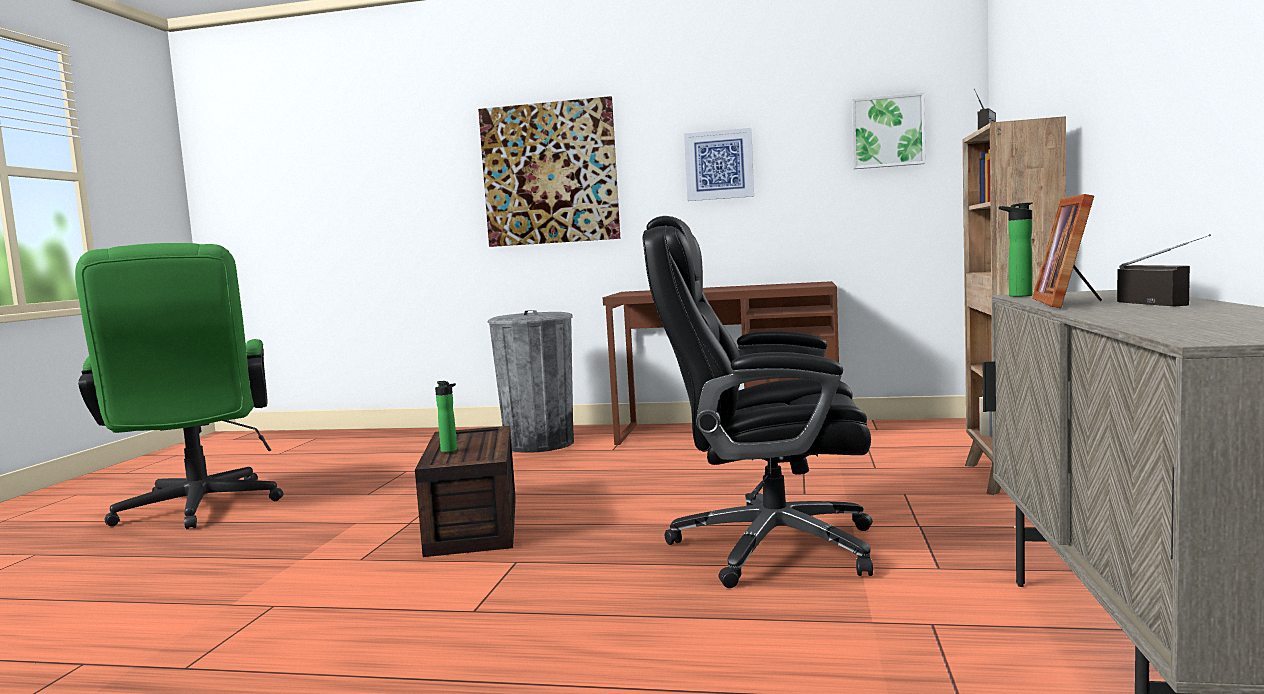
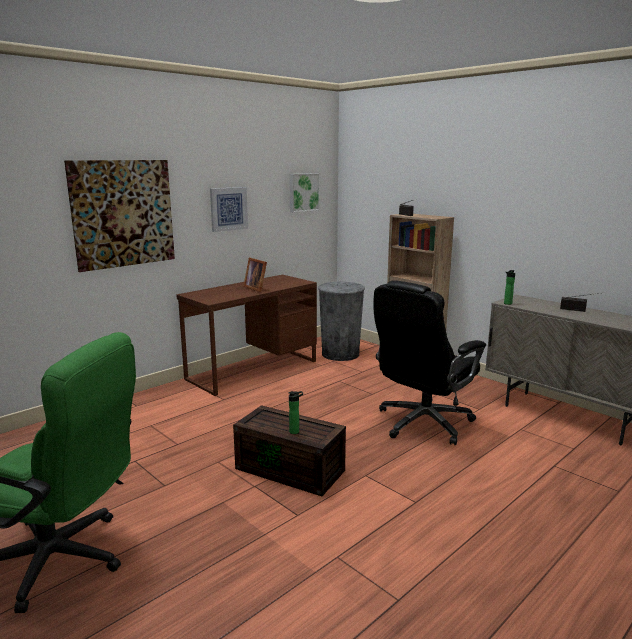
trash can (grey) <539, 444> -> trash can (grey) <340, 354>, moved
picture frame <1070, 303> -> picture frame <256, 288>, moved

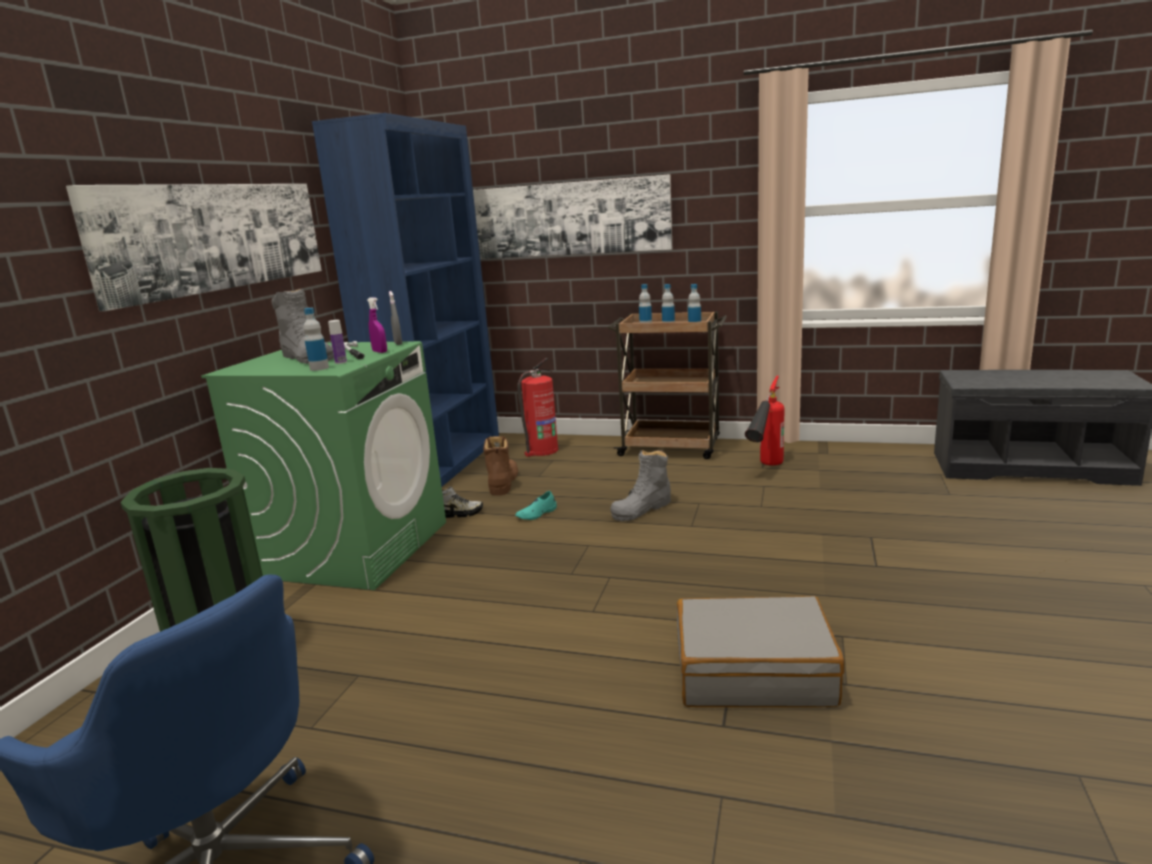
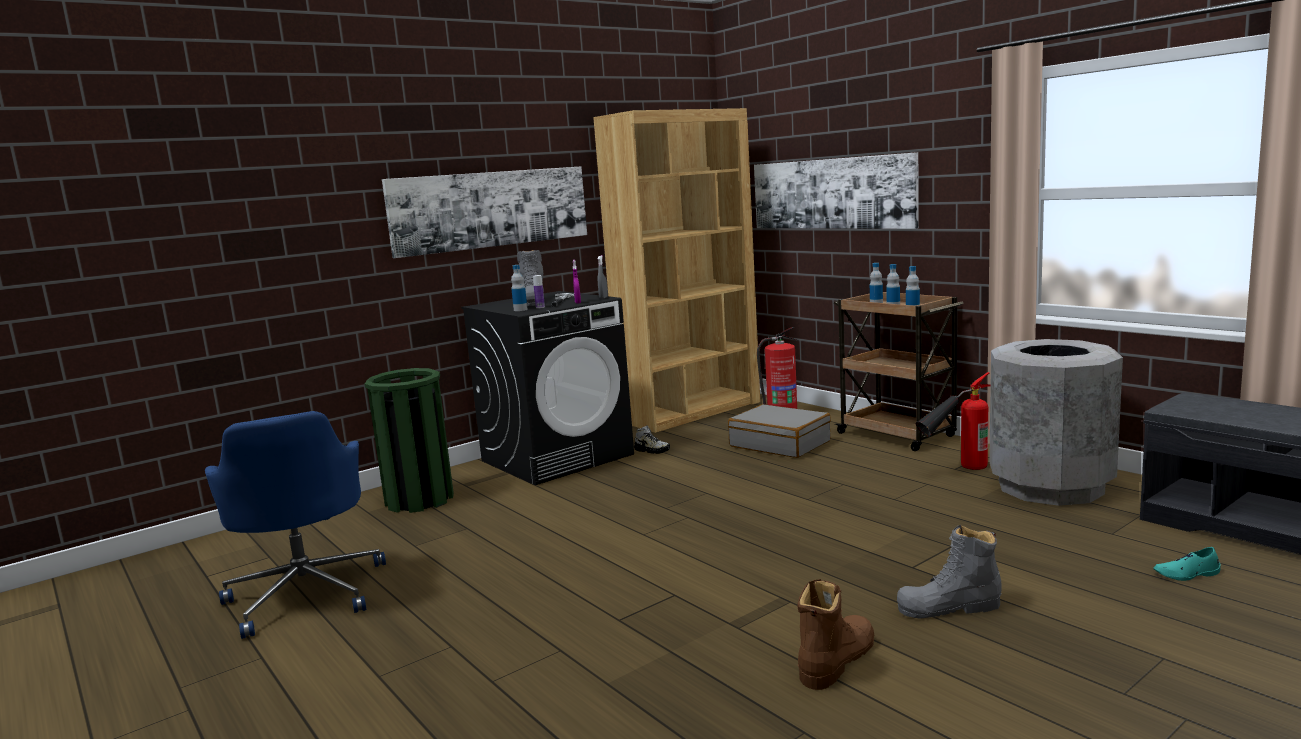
none -> trash can (grey) <1050, 486>
boot (brown) <503, 482> -> boot (brown) <836, 660>, moved
shoe (turquoise) <536, 514> -> shoe (turquoise) <1186, 574>, moved
boot (grey) <642, 509> -> boot (grey) <949, 607>, moved
suitcase (grey) <753, 671> -> suitcase (grey) <780, 444>, moved
washing machine (green) <355, 548> -> washing machine (black) <557, 457>
bookcase (blue) <441, 463> -> bookcase (brown) <691, 411>

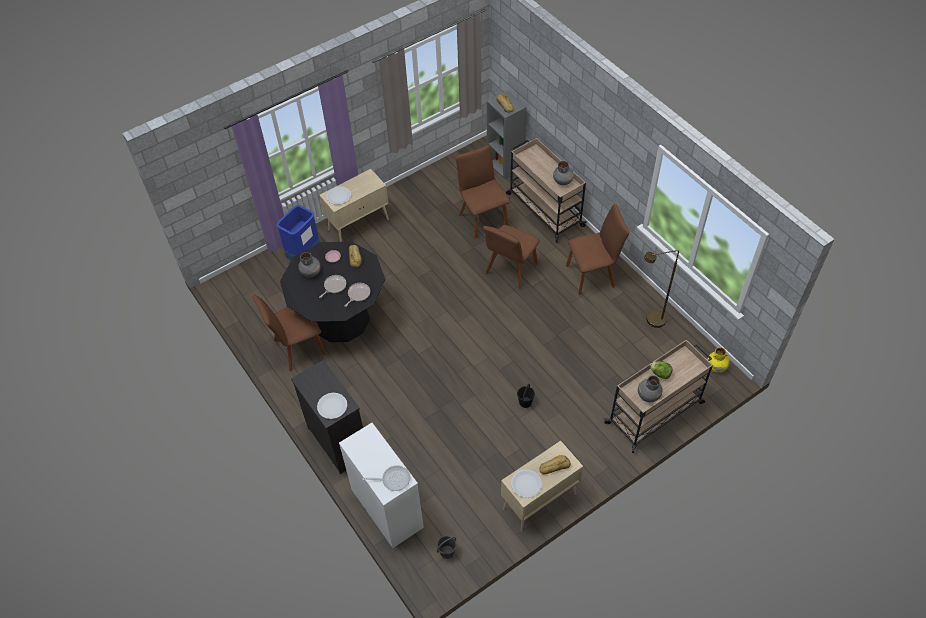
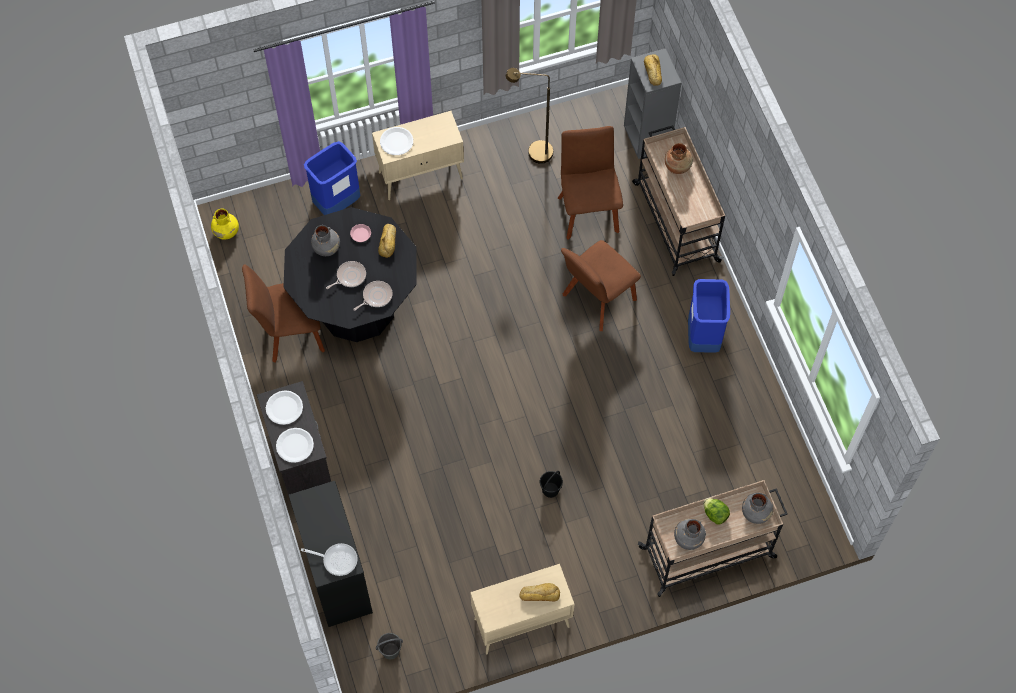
none -> vase (brown) <677, 166>
plate (white) <526, 484> -> plate (white) <284, 408>, moved
vase (grey) <563, 181> -> vase (grey) <756, 512>, moved
floor lamp (brown) <651, 321> -> floor lamp (brown) <533, 153>, moved
vase (yellow) <716, 366> -> vase (yellow) <226, 232>, moved
chair (brown) <593, 275> -> trash can (blue) <703, 337>
dresser (white) <387, 508> -> dresser (black) <337, 576>

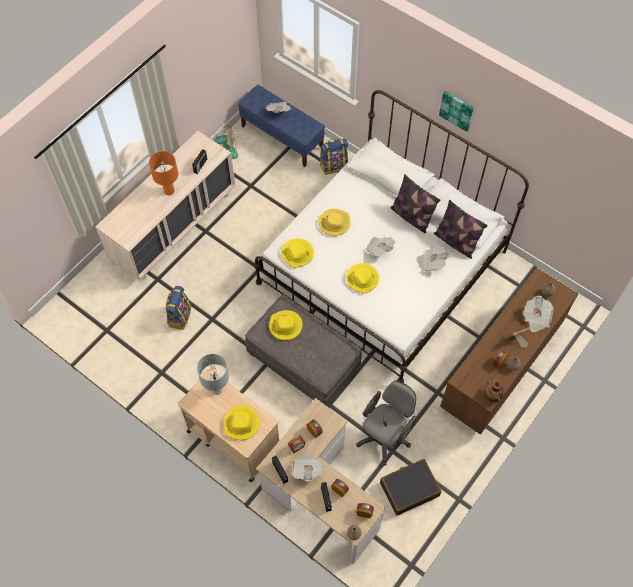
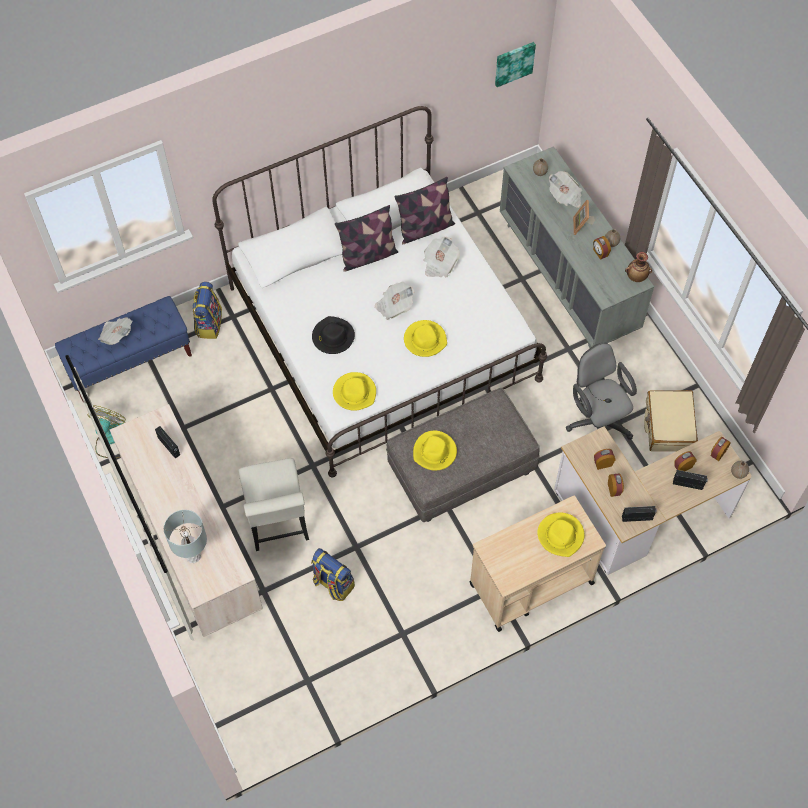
table lamp (orange) <169, 191> -> none
newspaper <307, 469> -> none
none -> chair (white) <278, 526>
table lamp (grey) <217, 389> -> table lamp (grey) <193, 556>, moved
picture <457, 110> -> picture <514, 63>, moved
hat (yellow) <334, 223> -> hat (black) <333, 337>
suitcase (black) <409, 489> -> suitcase (beige) <668, 425>
dresser (brown) <500, 368> -> dresser (grey) <568, 277>

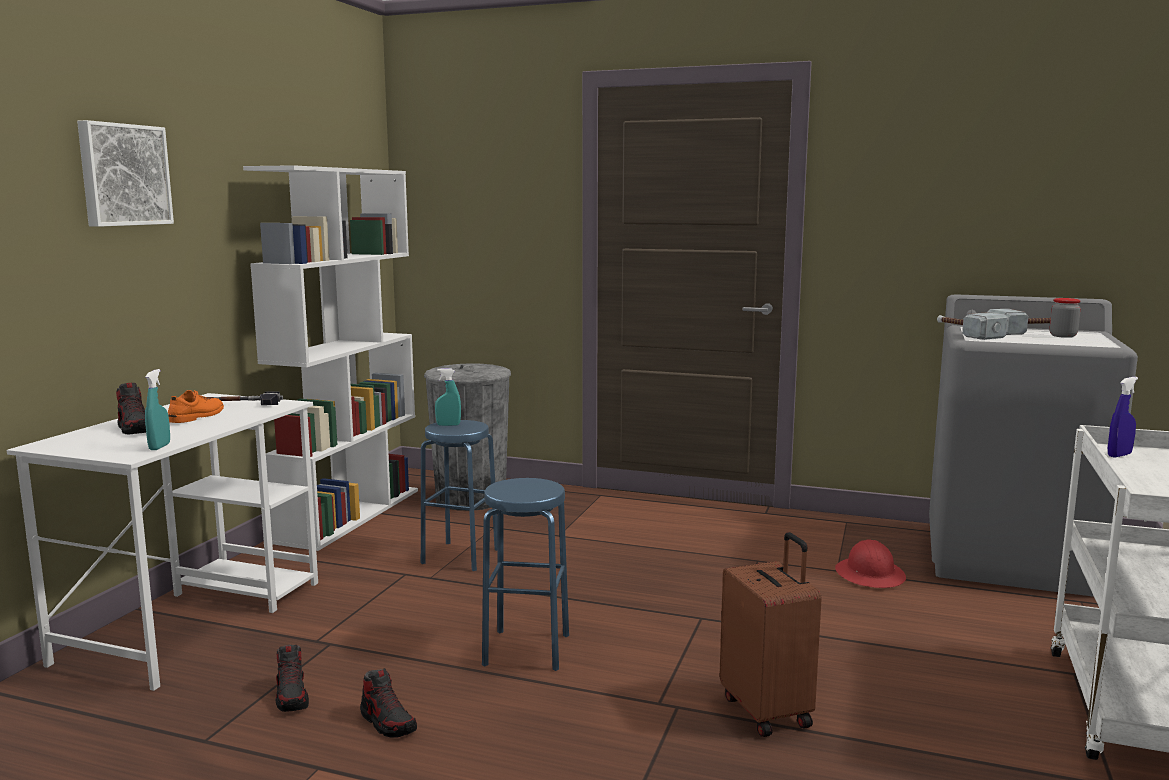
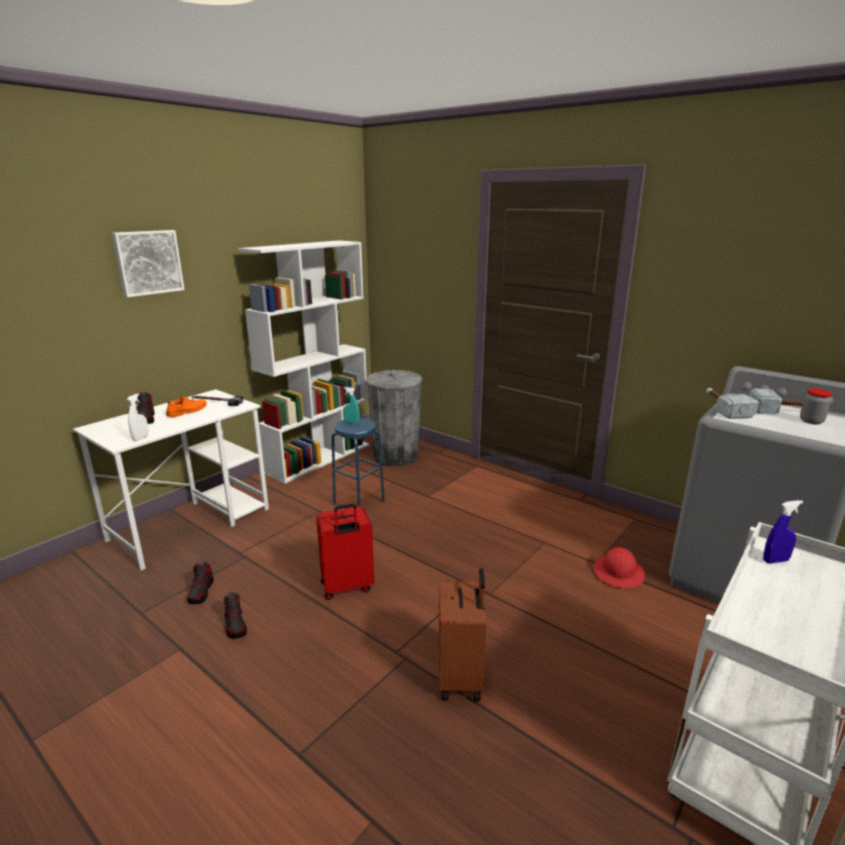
stool (blue) <526, 650> -> suitcase (red) <347, 587>
spray bottle (turquoise) <159, 447> -> spray bottle (white) <141, 438>

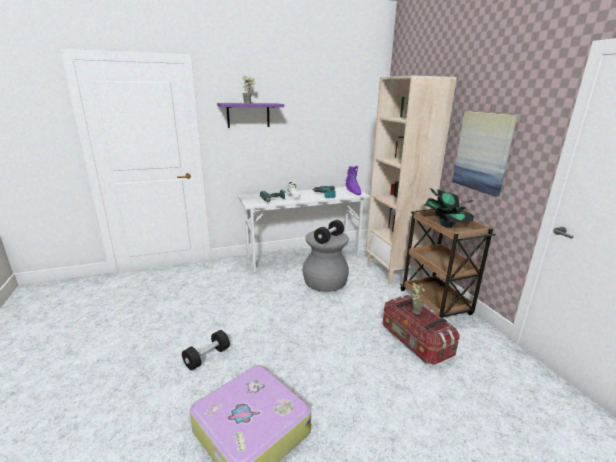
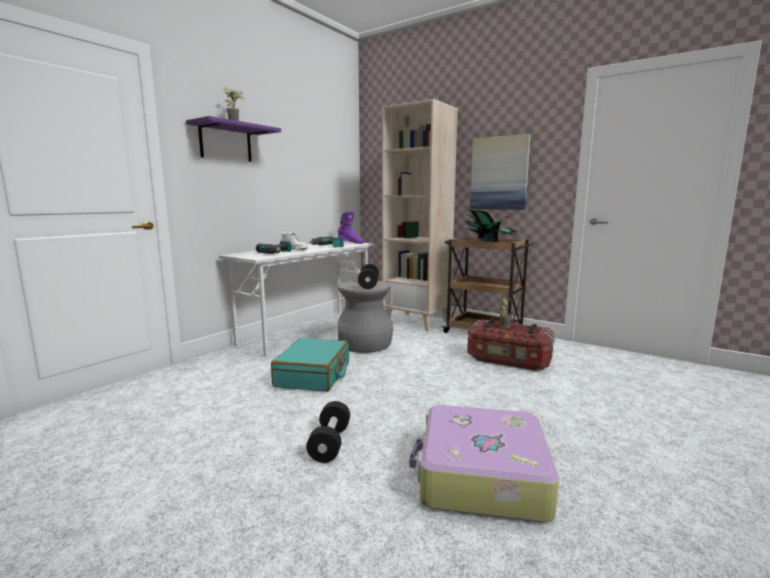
none -> suitcase (turquoise) <314, 375>

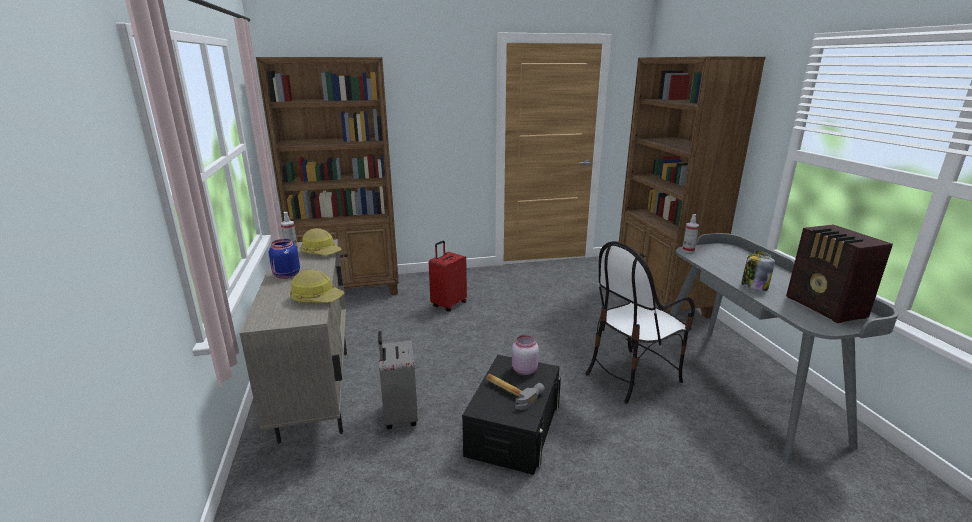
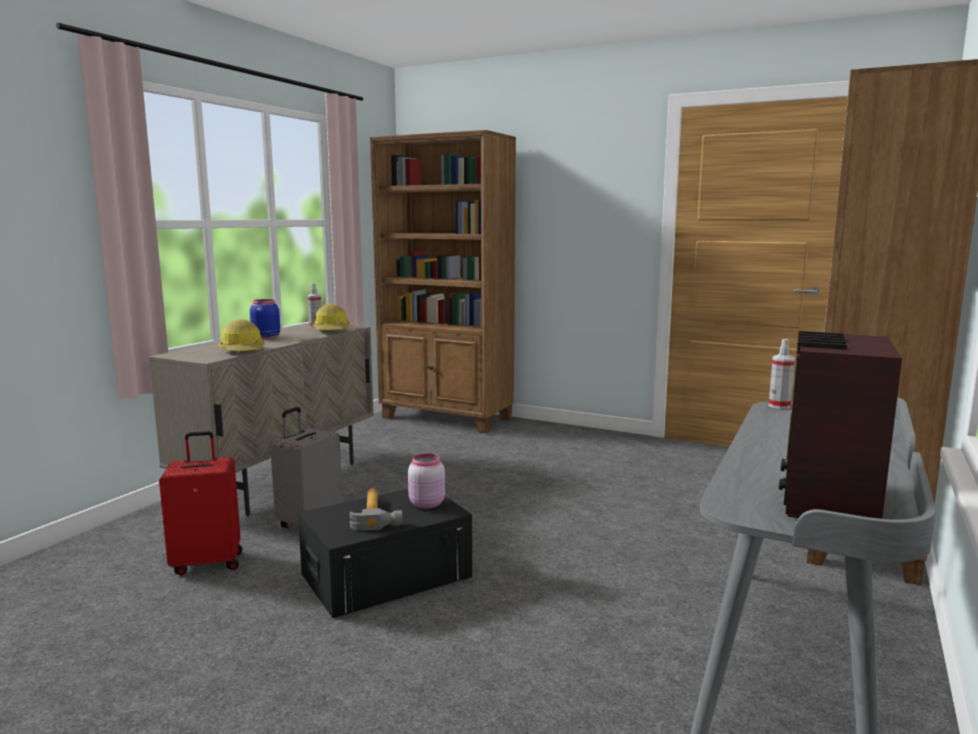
chair <631, 375> -> none
jar <754, 286> -> none
suitcase (red) <448, 304> -> suitcase (red) <208, 562>, moved

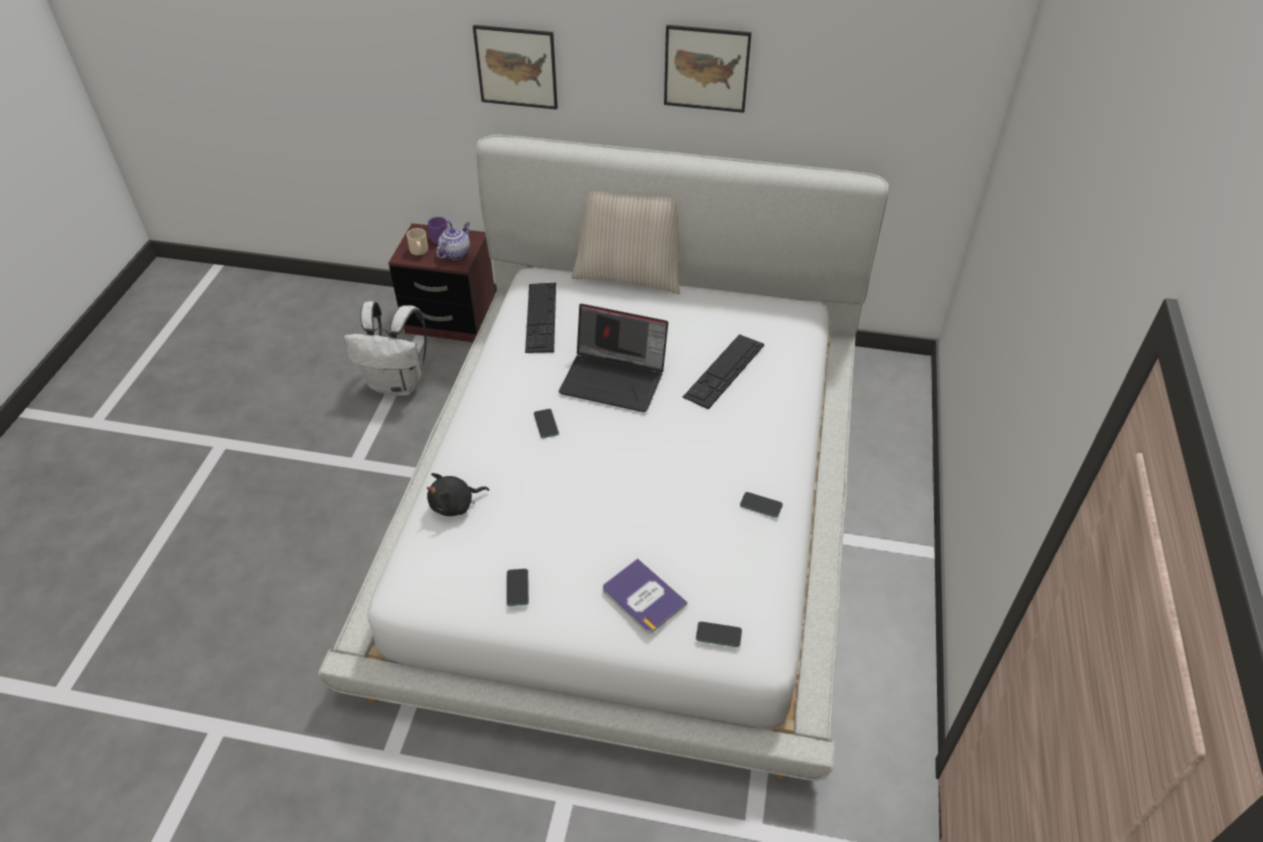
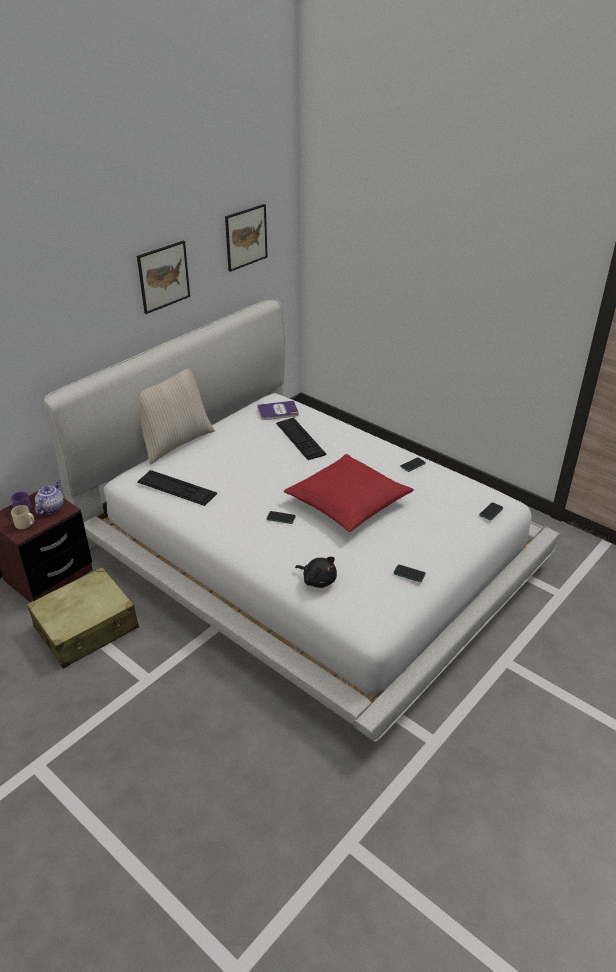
laptop <615, 379> -> none
none -> pillow (red) <347, 502>
picture <516, 67> -> picture <246, 237>, moved
book <643, 597> -> book <278, 411>, moved
backpack (white) <398, 384> -> suitcase (beige) <87, 628>
plush toy (black) <455, 505> -> plush toy (black) <318, 580>, 60 degrees counterclockwise
teapot <455, 253> -> teapot <51, 508>, 45 degrees clockwise

